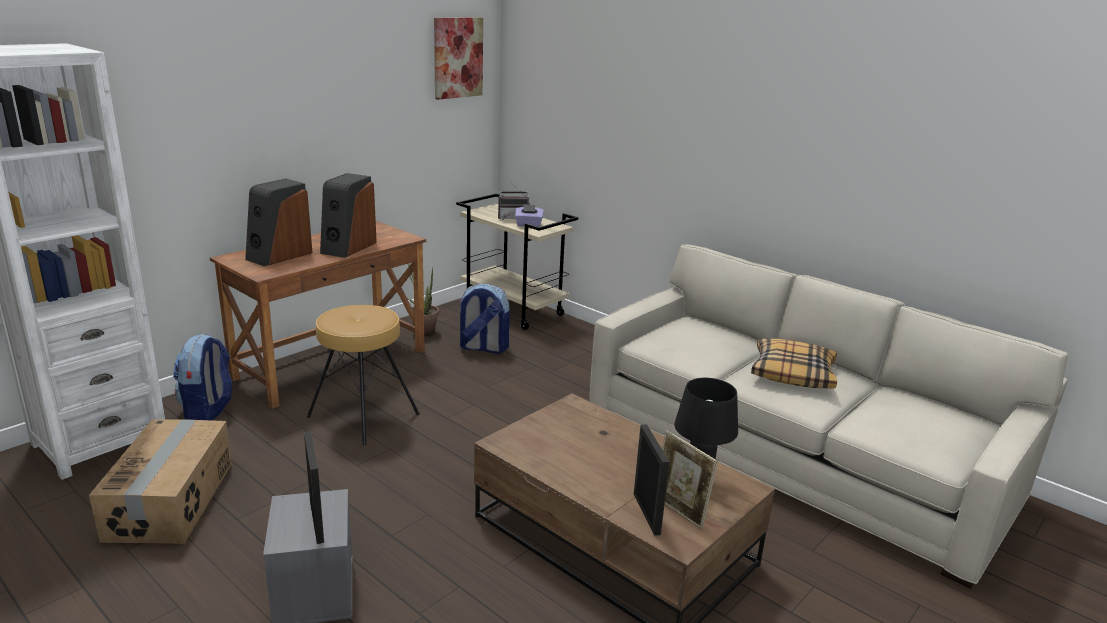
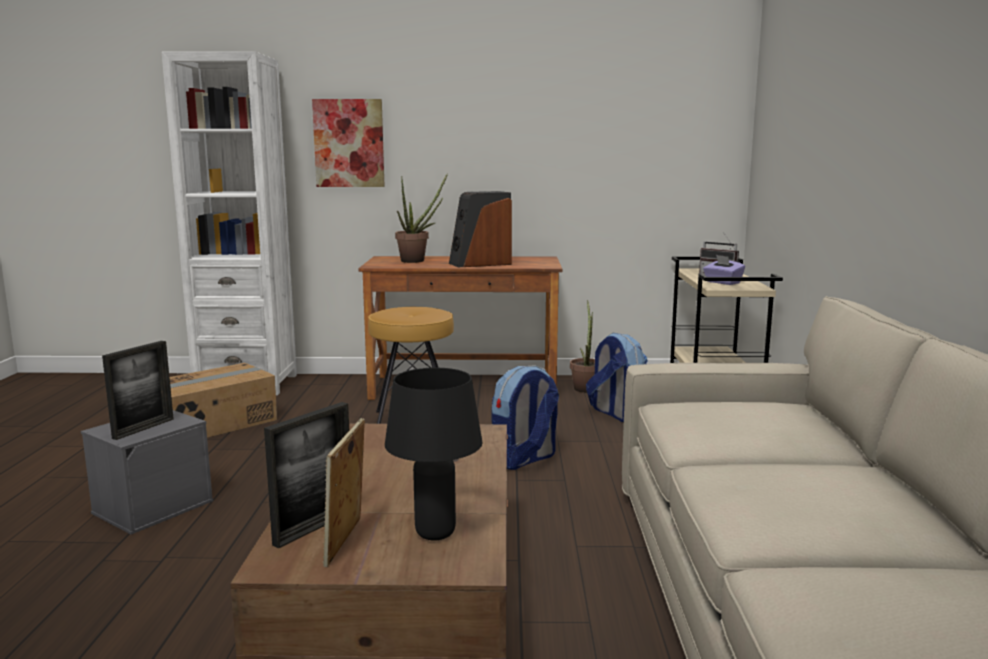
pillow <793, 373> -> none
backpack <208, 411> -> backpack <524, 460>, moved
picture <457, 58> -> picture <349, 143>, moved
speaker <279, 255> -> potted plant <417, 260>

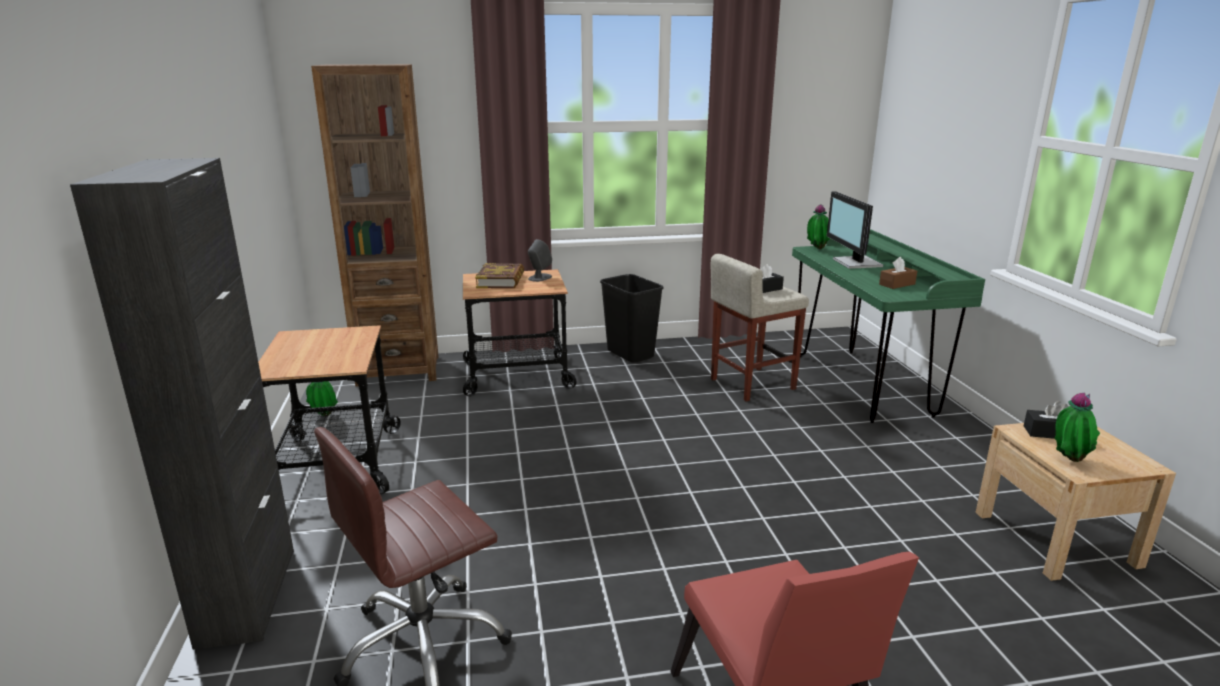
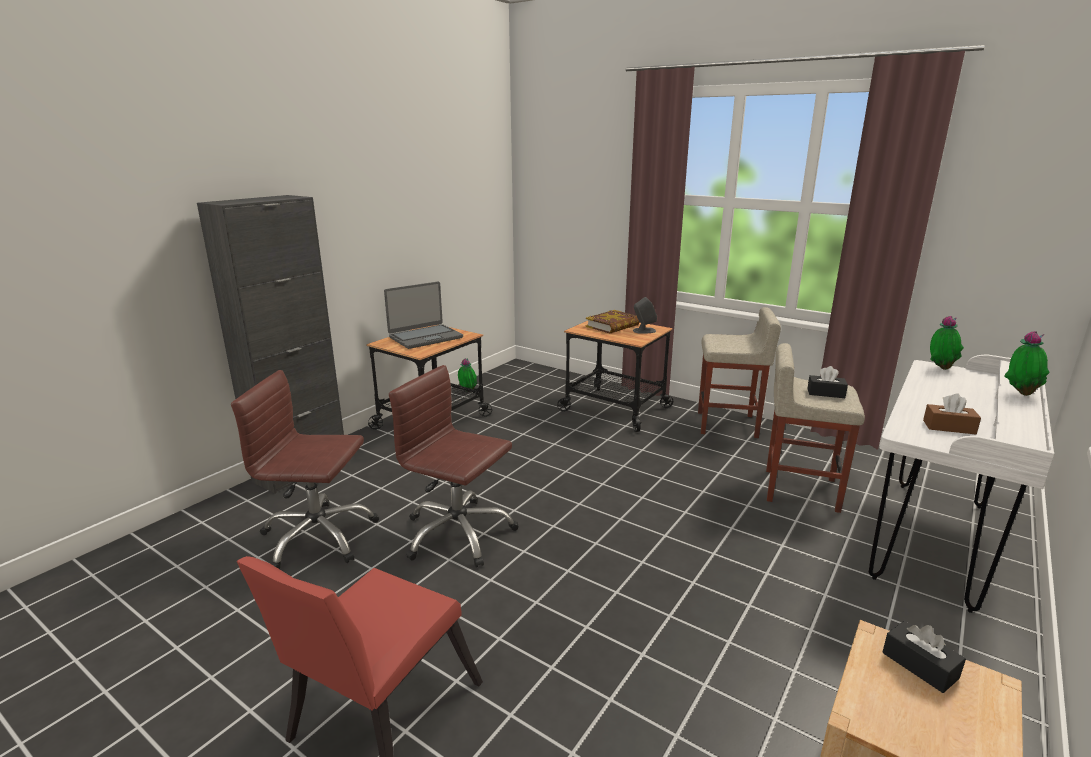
bookcase (brown) <399, 370> -> none
monitor <855, 263> -> none
none -> laptop <425, 337>
none -> office chair (brown) <458, 534>
potted plant <1068, 460> -> potted plant <1020, 393>, moved
trash can (black) <631, 354> -> stool (beige) <728, 424>
desk (green) <861, 384> -> desk (white) <932, 540>

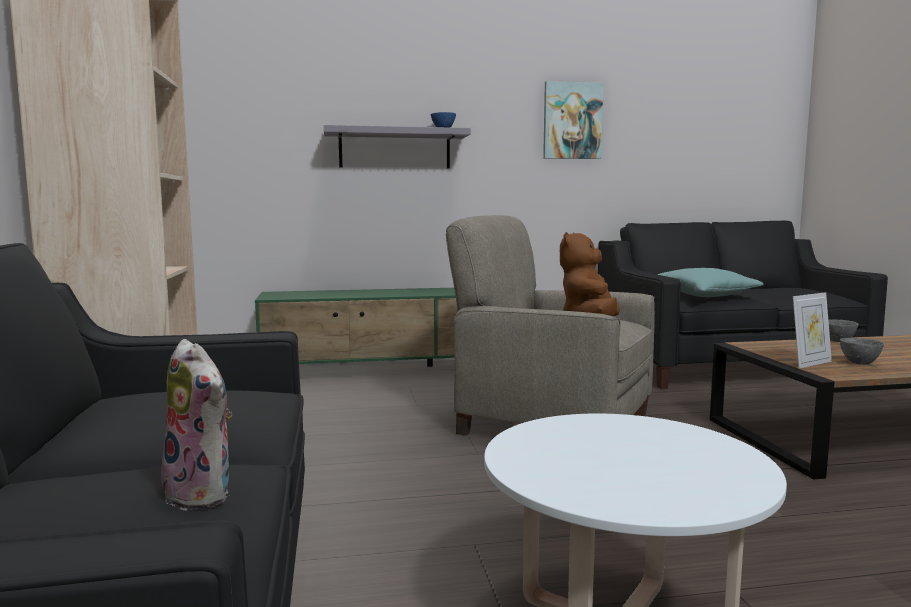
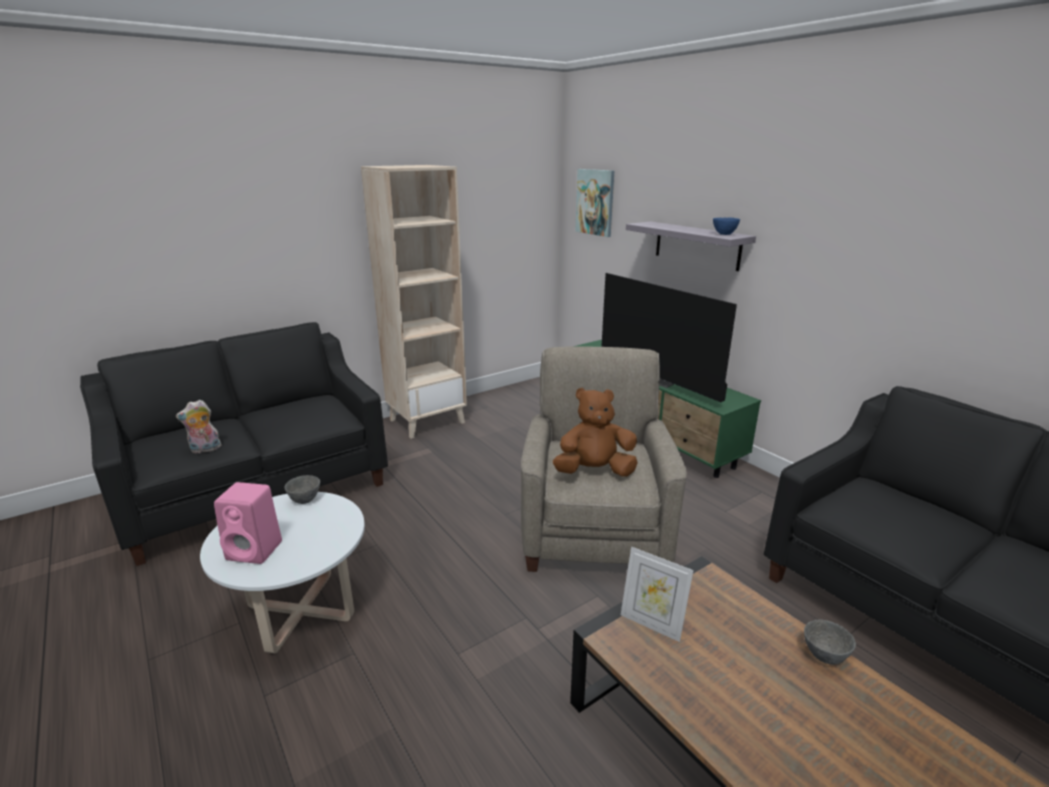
pillow (turquoise) <703, 296> -> none
none -> speaker (pink) <256, 550>
none -> television <662, 381>
picture <572, 121> -> picture <595, 202>, moved
bowl (grey) <859, 363> -> bowl (grey) <304, 500>, moved
plush toy <204, 494> -> plush toy <205, 450>, 45 degrees clockwise

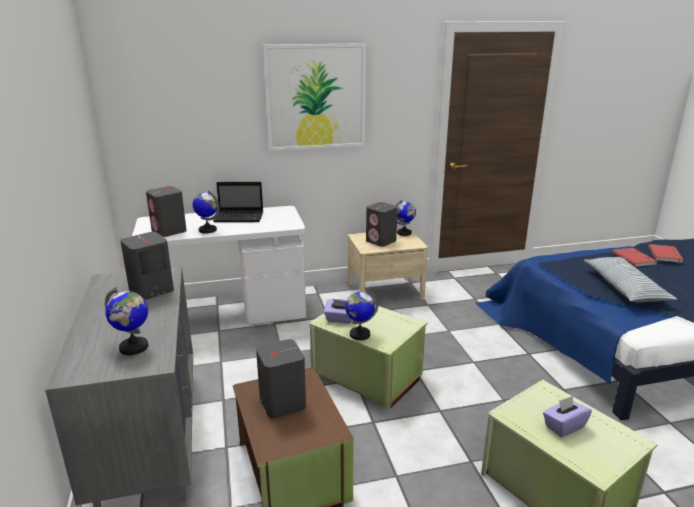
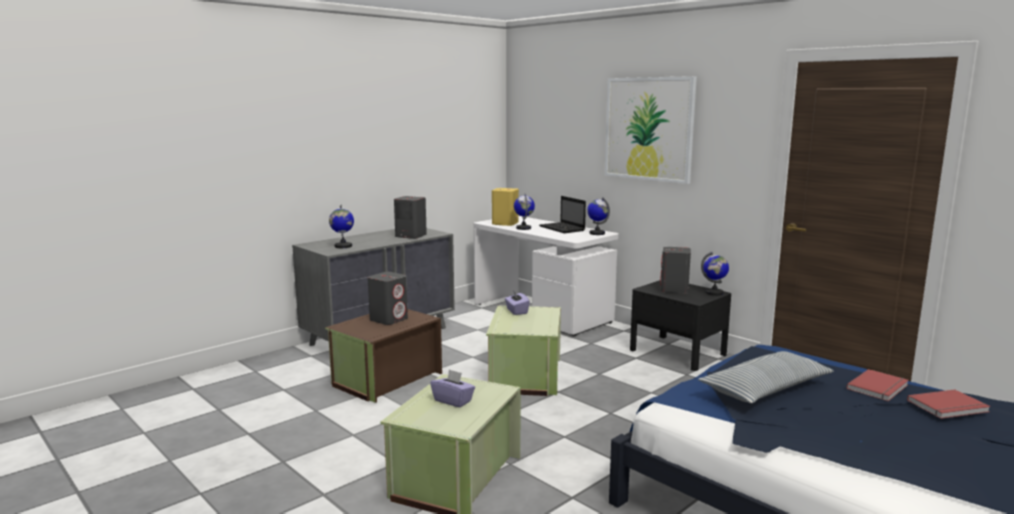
globe <359, 334> -> globe <597, 233>, moved
speaker (grey) <169, 231> -> speaker (yellow) <505, 223>
nightstand (beige) <385, 291> -> nightstand (black) <677, 352>

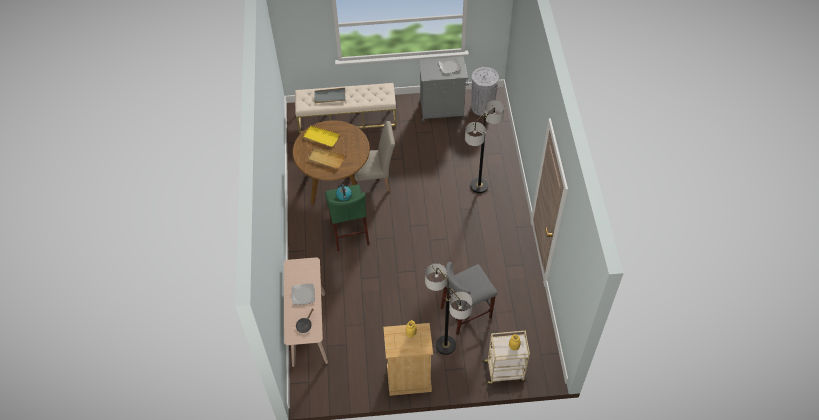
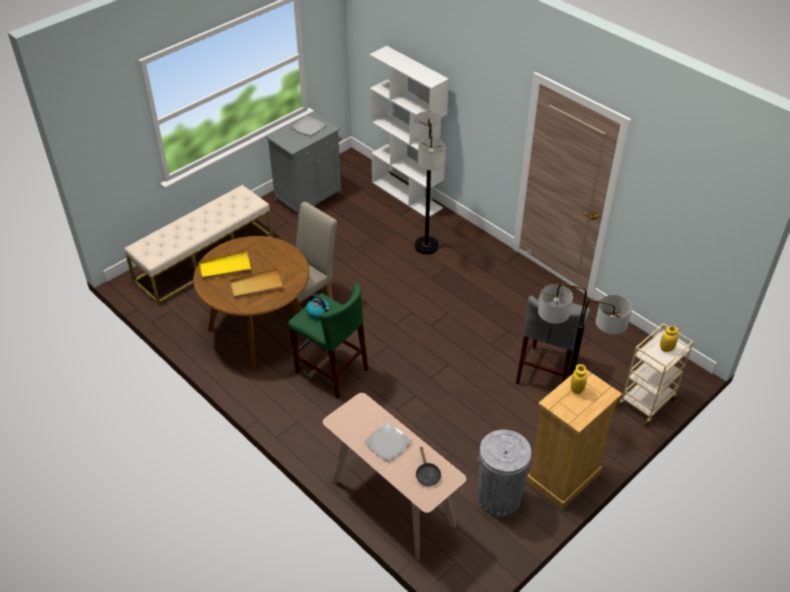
tray (grey) <330, 96> -> none
none -> bookcase (white) <407, 195>
trash can (grey) <482, 107> -> trash can (grey) <498, 498>, moved

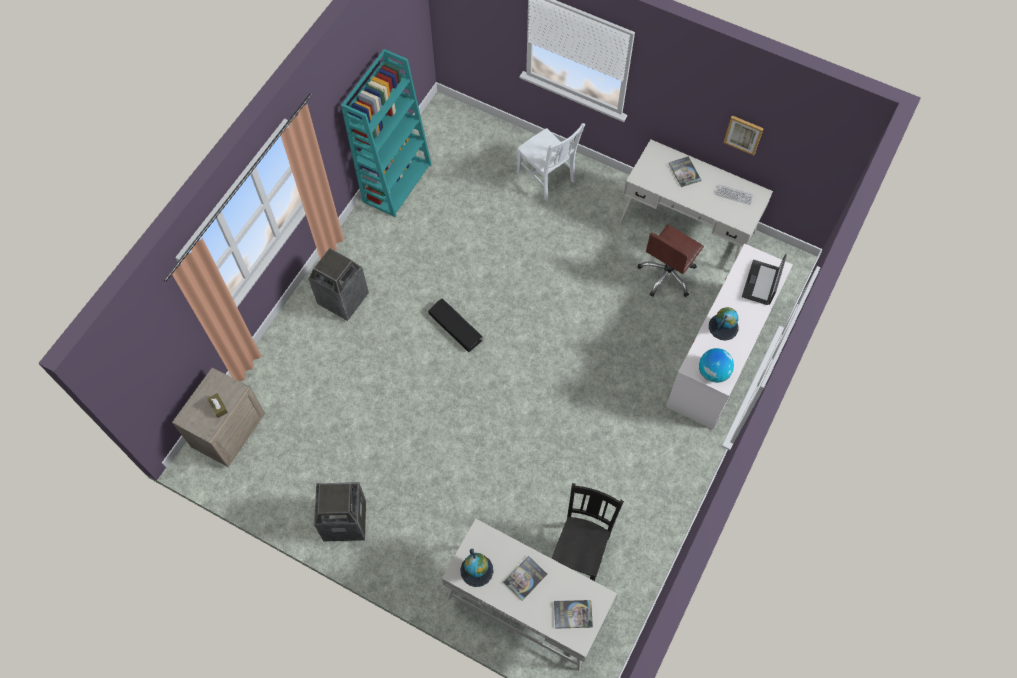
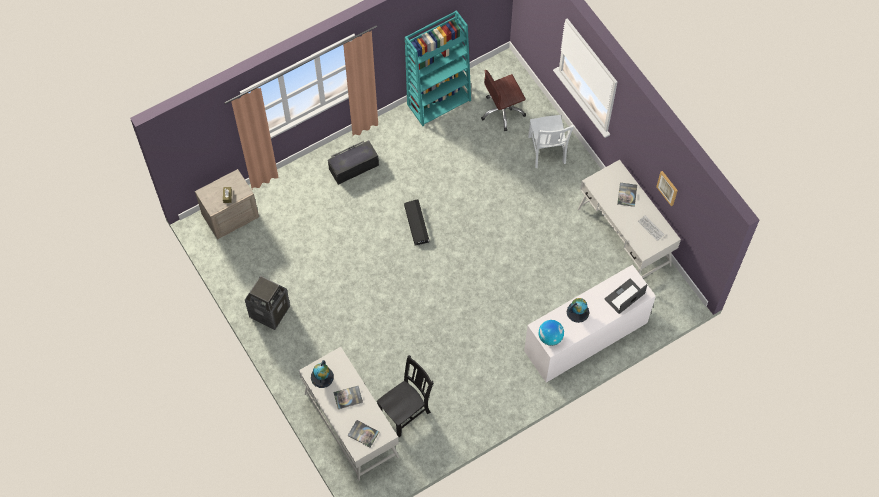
office chair (brown) <667, 275> -> office chair (brown) <502, 111>, moved
trash can <343, 299> -> storage box (black) <353, 166>

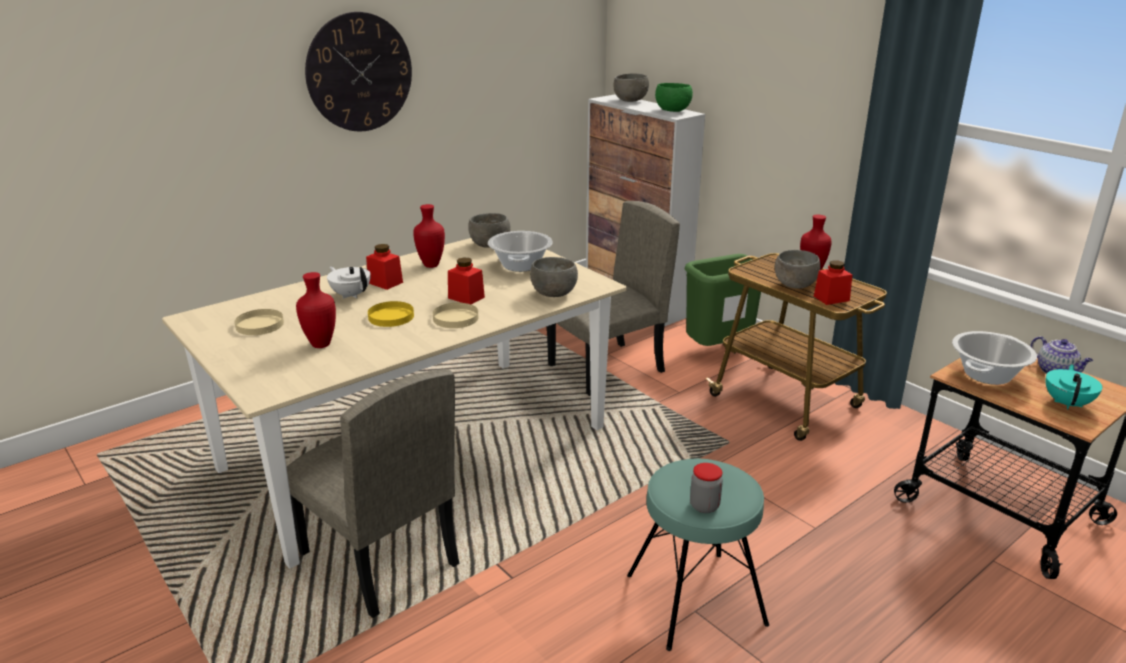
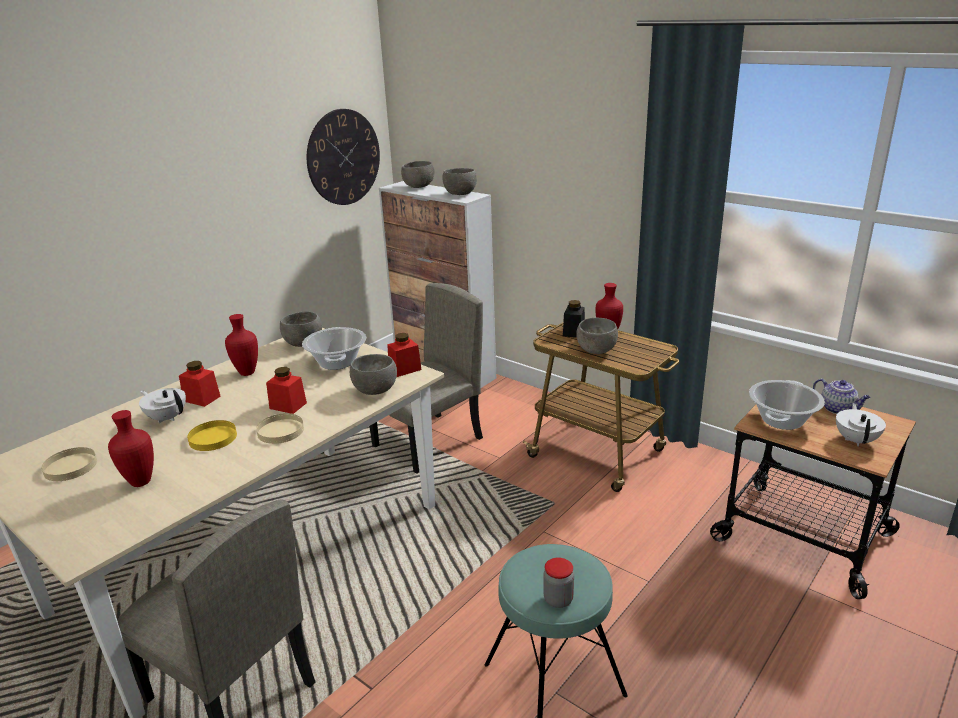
trash can (green) <718, 351> -> none
none -> jar (black) <573, 332>
wall clock <359, 72> -> wall clock <343, 157>, moved
jar (red) <831, 298> -> jar (red) <405, 369>, moved
bowl (green) <673, 111> -> bowl (grey) <461, 194>
teapot (turquoise) <1067, 403> -> teapot (white) <856, 440>

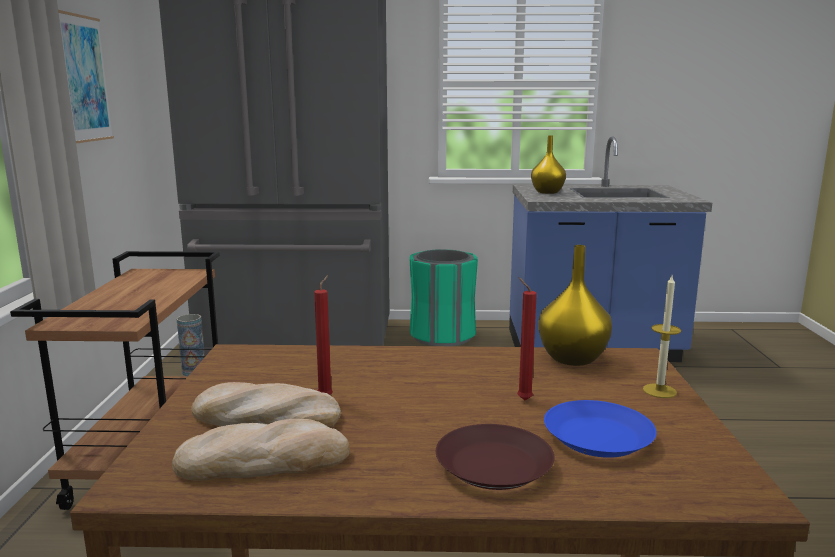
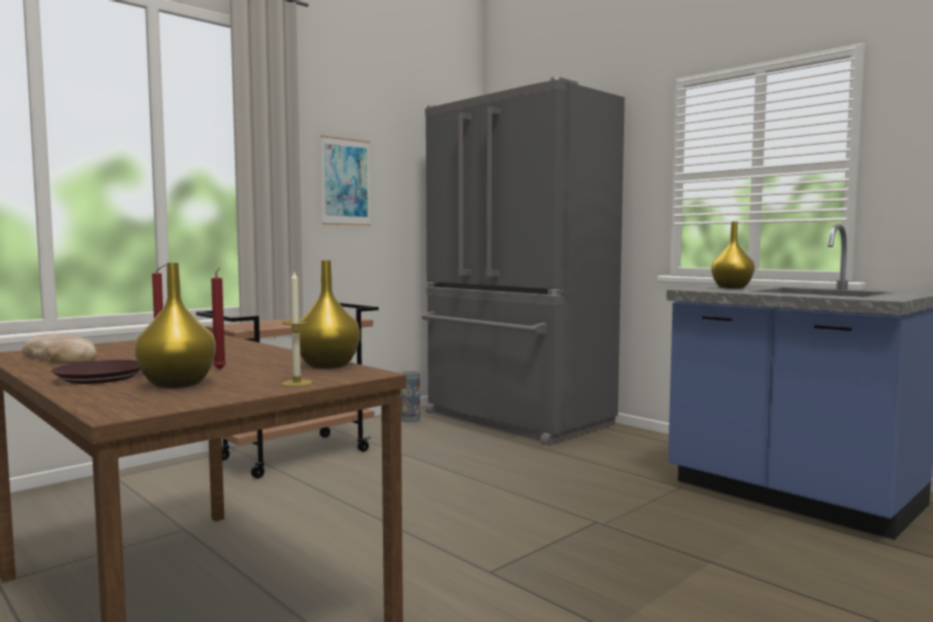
bread <265, 418> -> none
trash can (green) <442, 336> -> none
plate (blue) <598, 438> -> vase (yellow) <175, 384>

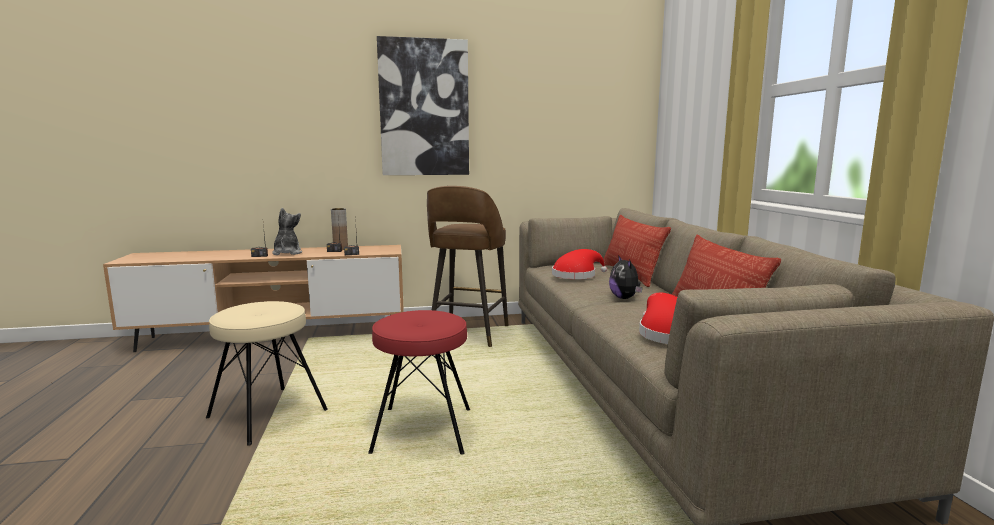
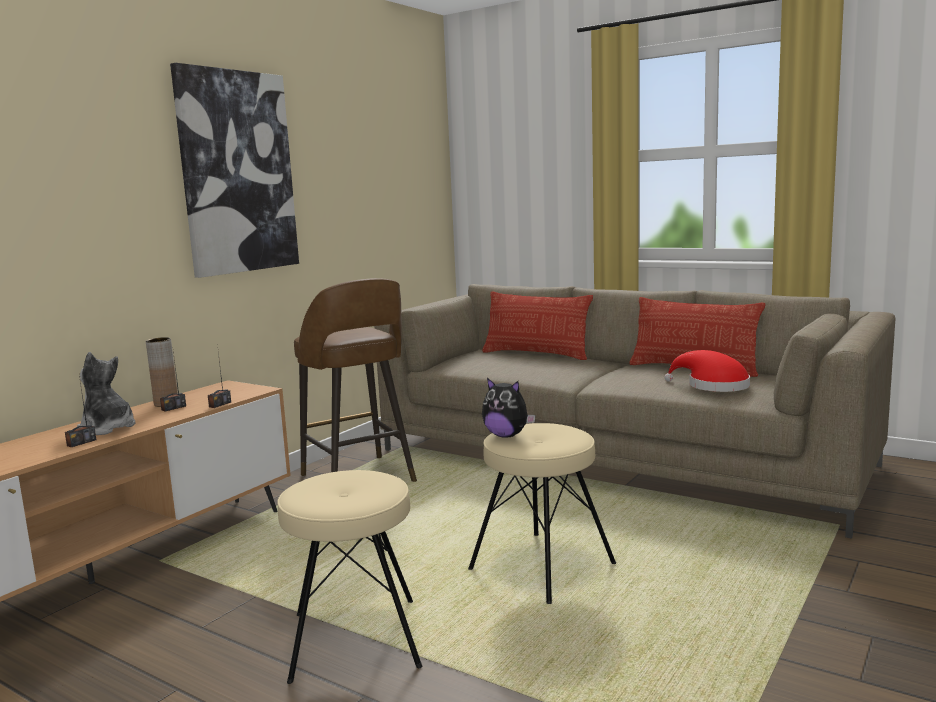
hat (red) <576, 275> -> none
plush toy <625, 298> -> plush toy <507, 435>, moved
stool (red) <423, 430> -> stool (beige) <542, 567>

